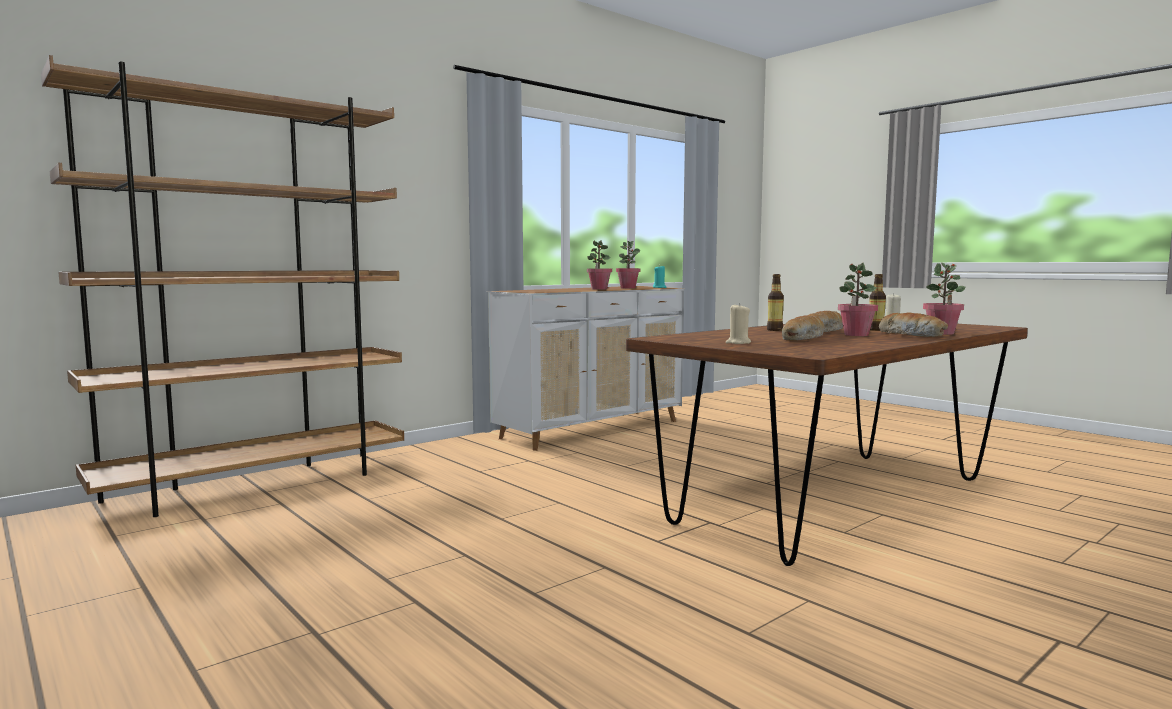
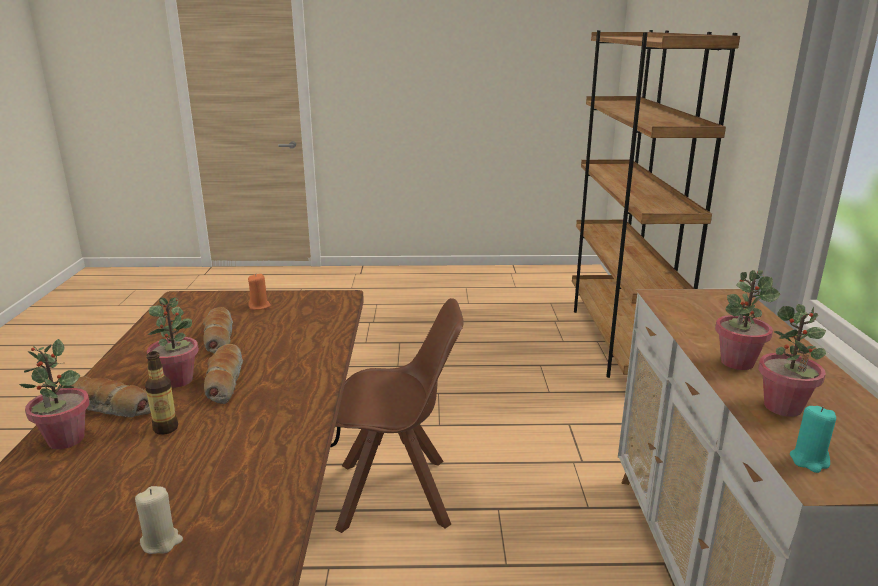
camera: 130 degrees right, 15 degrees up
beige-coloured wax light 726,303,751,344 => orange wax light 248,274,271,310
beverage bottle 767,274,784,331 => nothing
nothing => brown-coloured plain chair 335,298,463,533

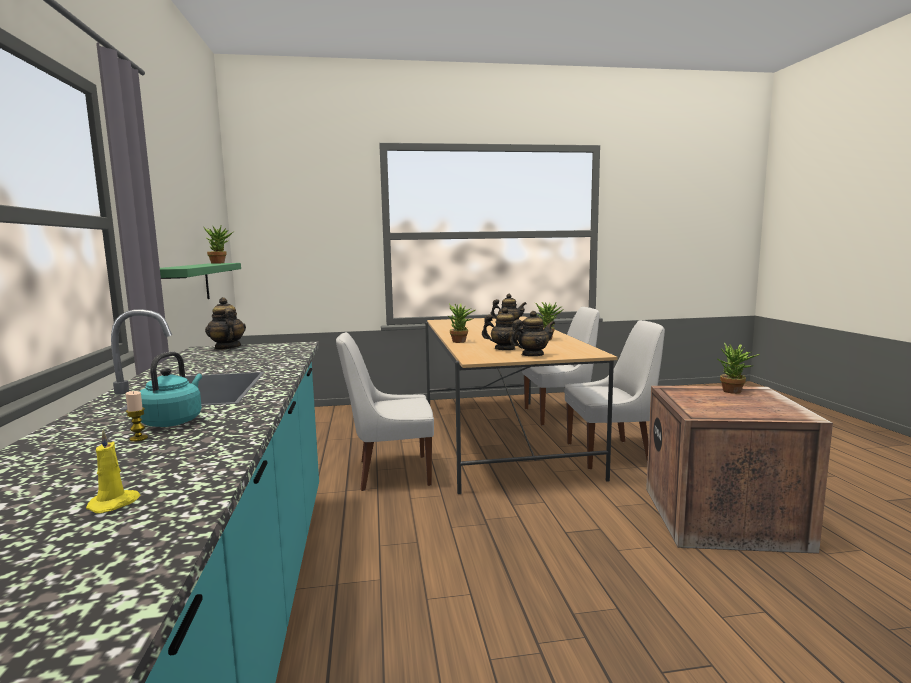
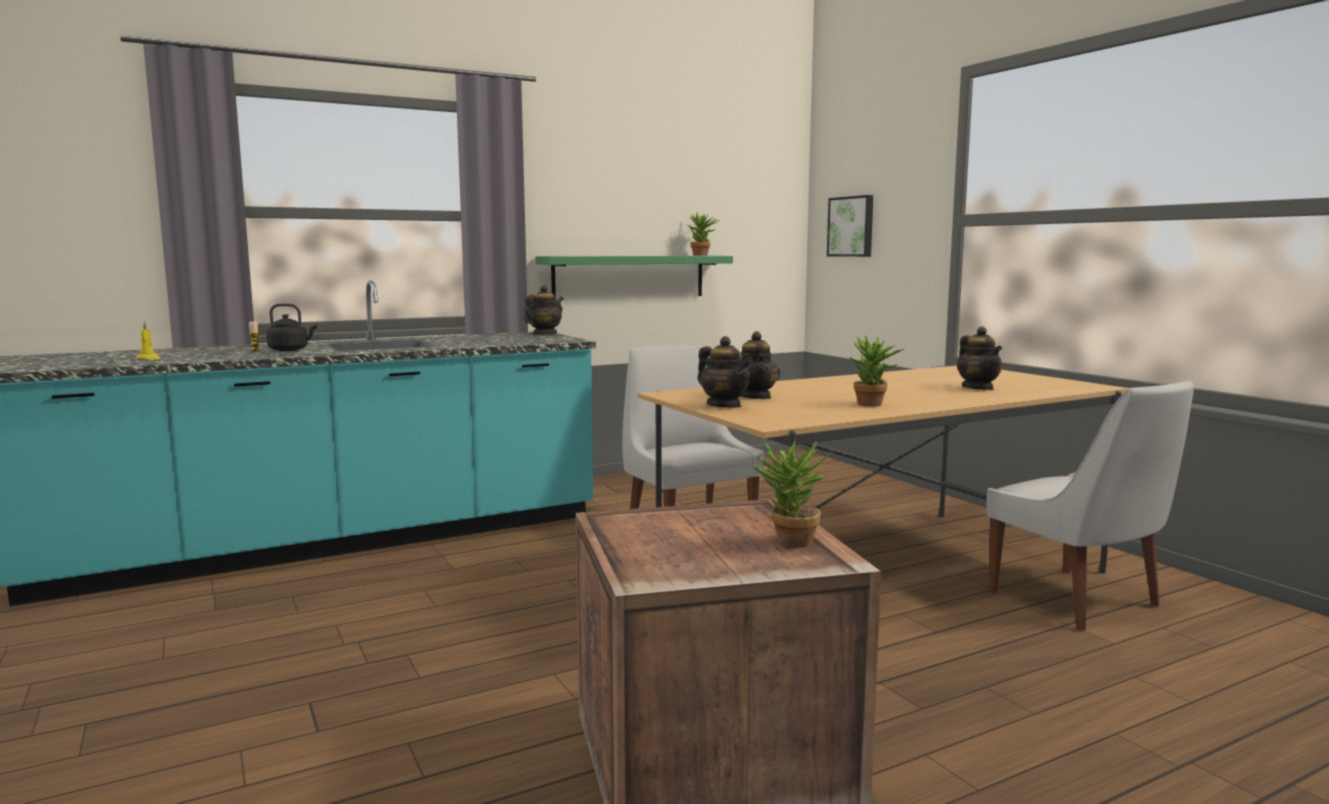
camera: 70 degrees right, 0 degrees up
turquoise-coloured tea kettle 140,351,202,427 => black-coloured tea kettle 266,303,317,351
plant in a pot 448,304,476,343 => nothing
white-coloured plain chair 565,320,665,469 => nothing
nothing => wall art 827,195,873,257

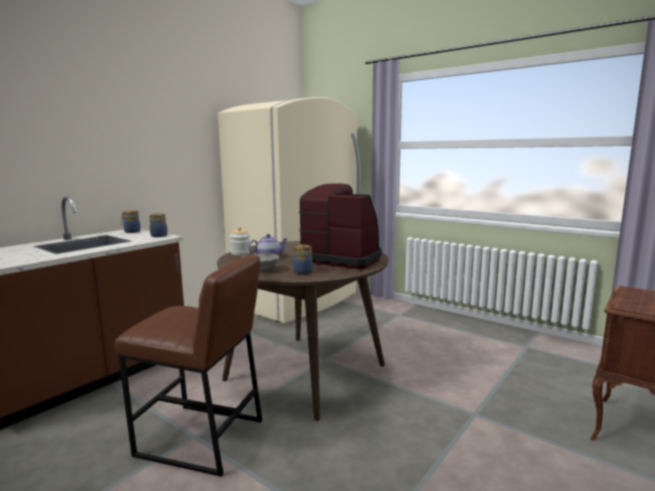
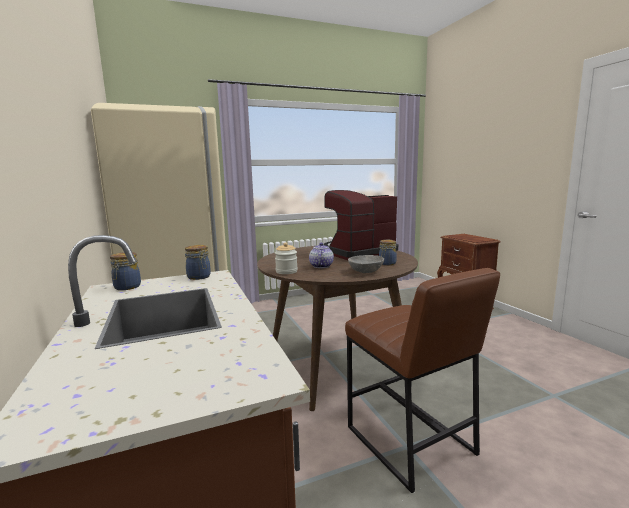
camera: 60 degrees left, 0 degrees up
brown-coloured plain chair 115,255,262,477 => brown-coloured plain chair 345,268,500,493, 105 degrees clockwise

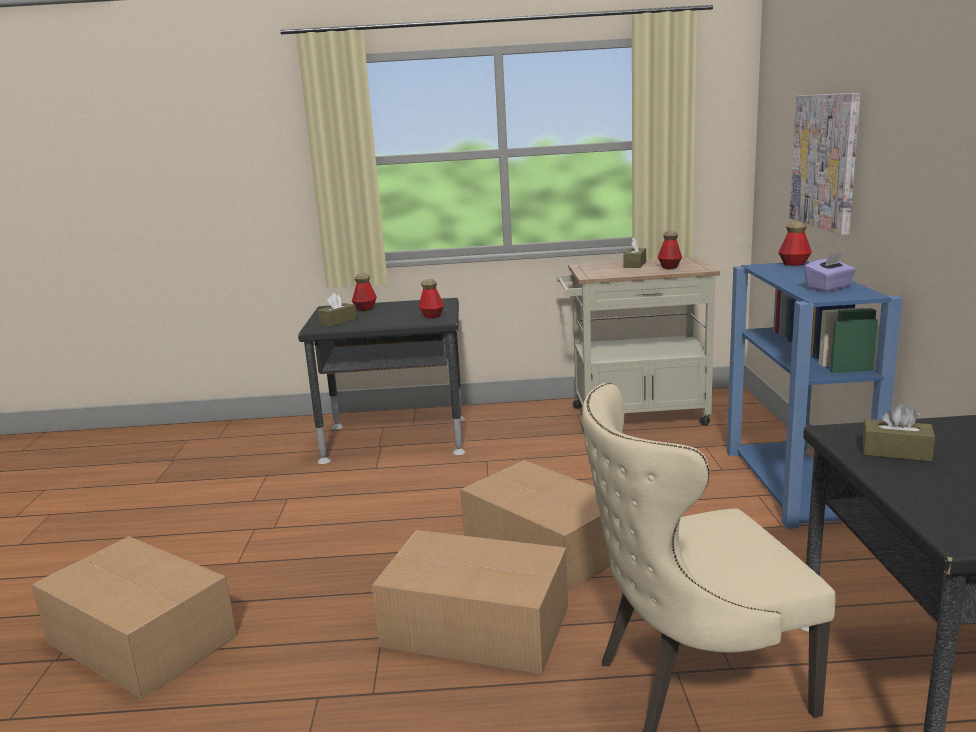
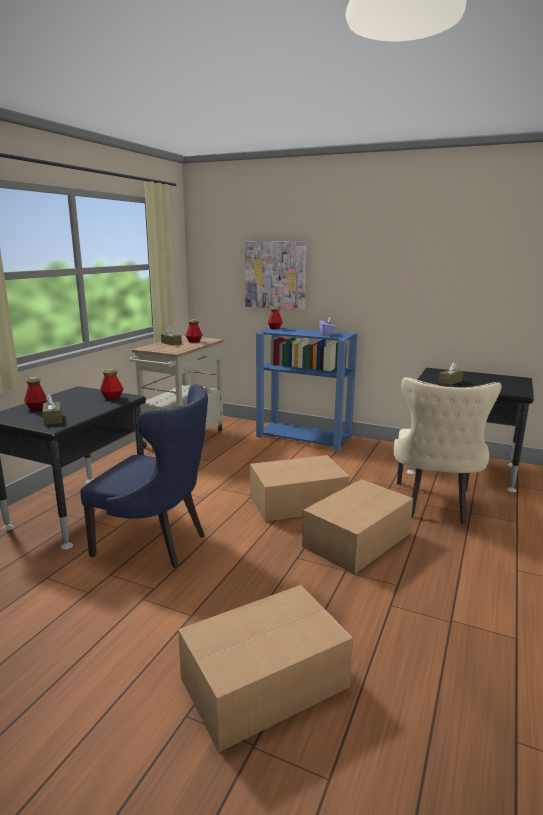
camera: 65 degrees left, 0 degrees up
nothing => blue-coloured plain chair 80,384,208,568

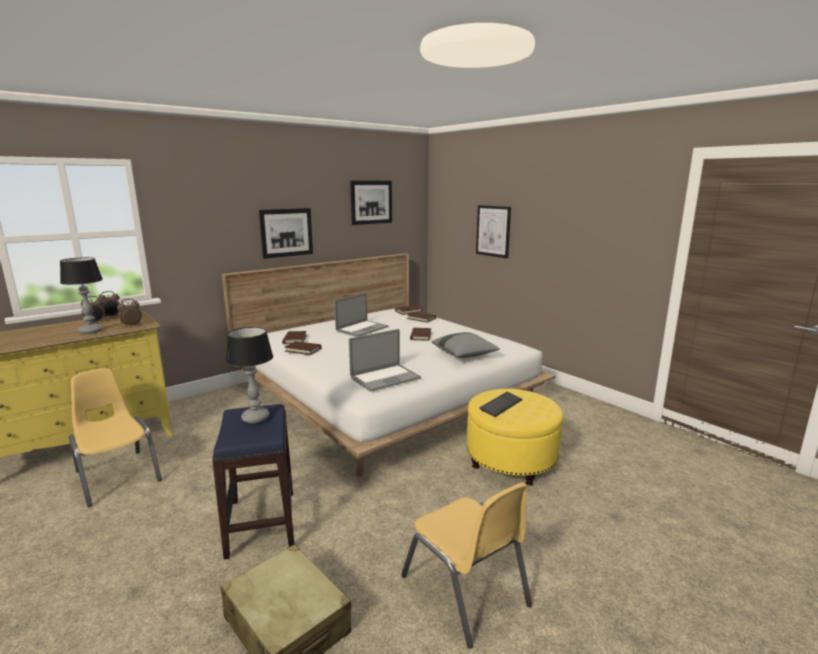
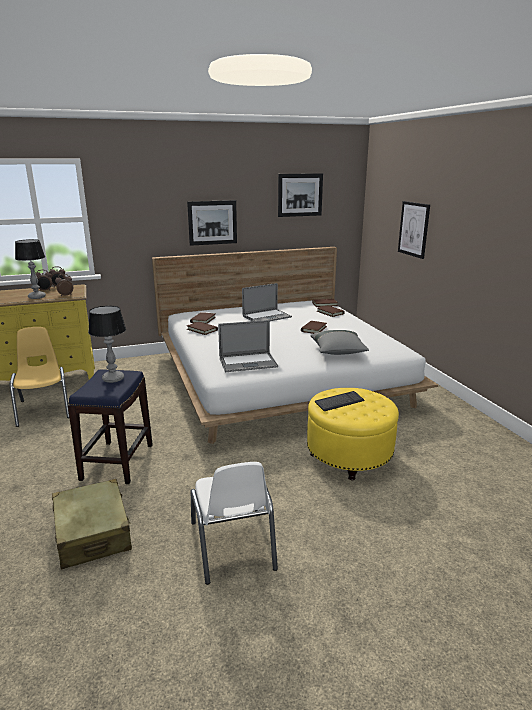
camera: 20 degrees right, 5 degrees up
yellow plain chair 401,482,532,649 => white-coloured plain chair 191,462,278,585

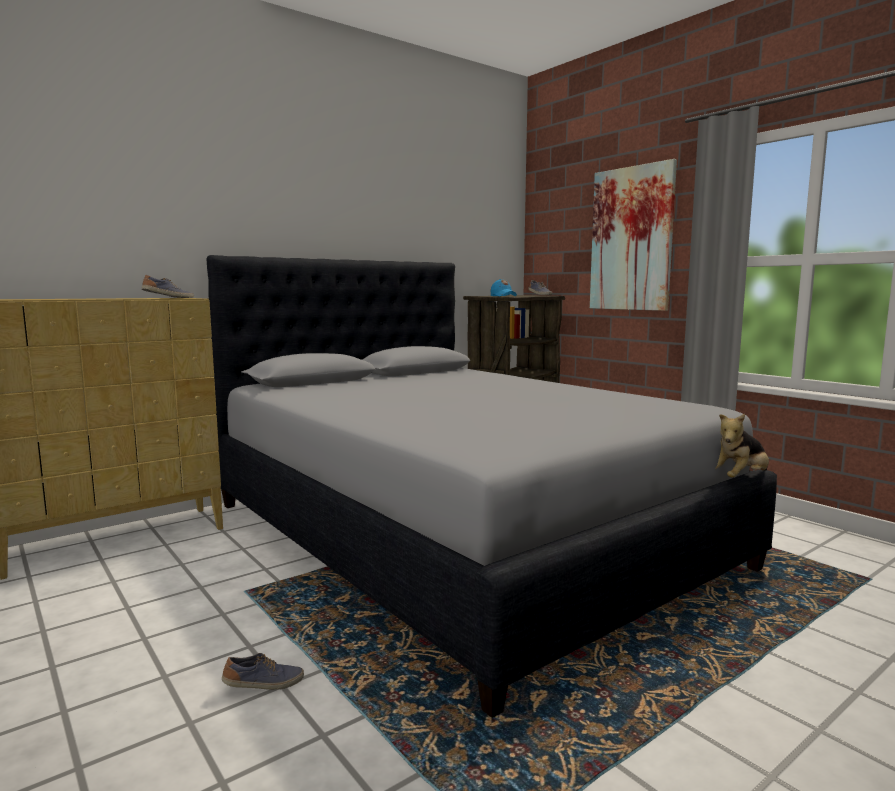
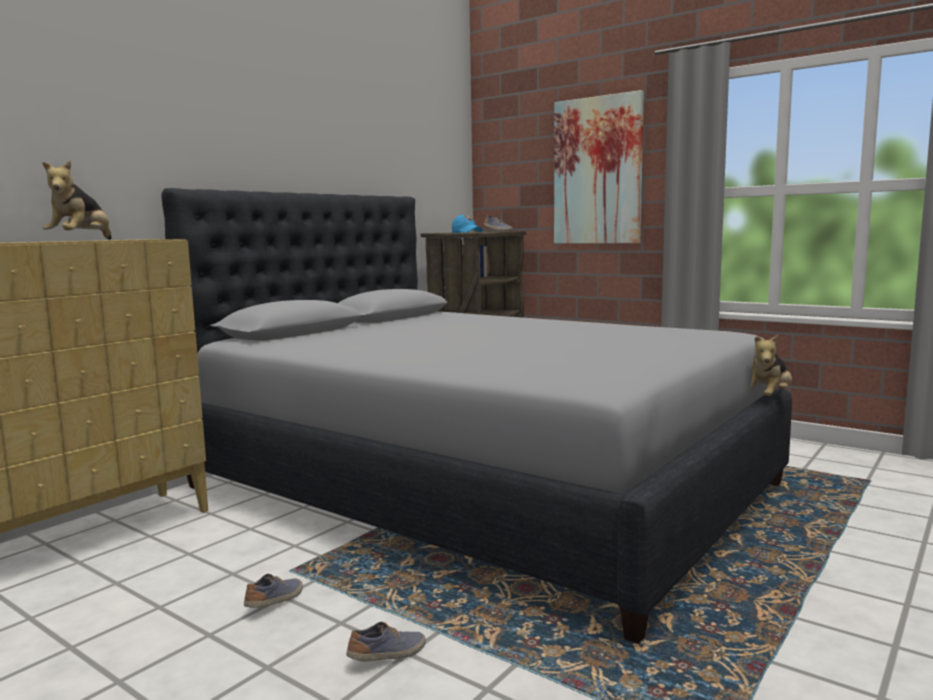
camera: 15 degrees left, 0 degrees up
low shoe 142,275,194,298 => low shoe 244,574,303,608, shifted
nothing => soft toy 43,161,111,240

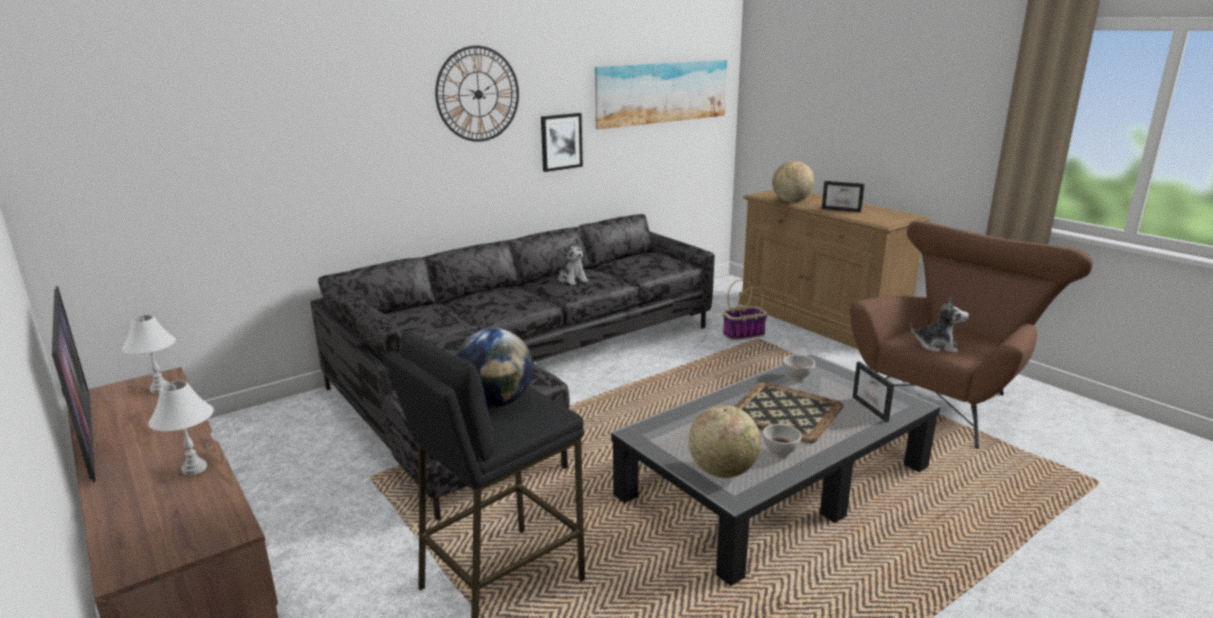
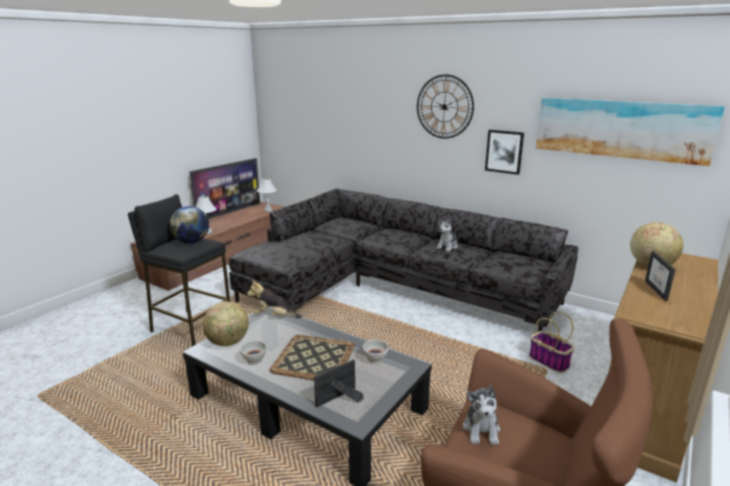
camera: 70 degrees right, 0 degrees up
nothing => soft toy 247,280,302,318

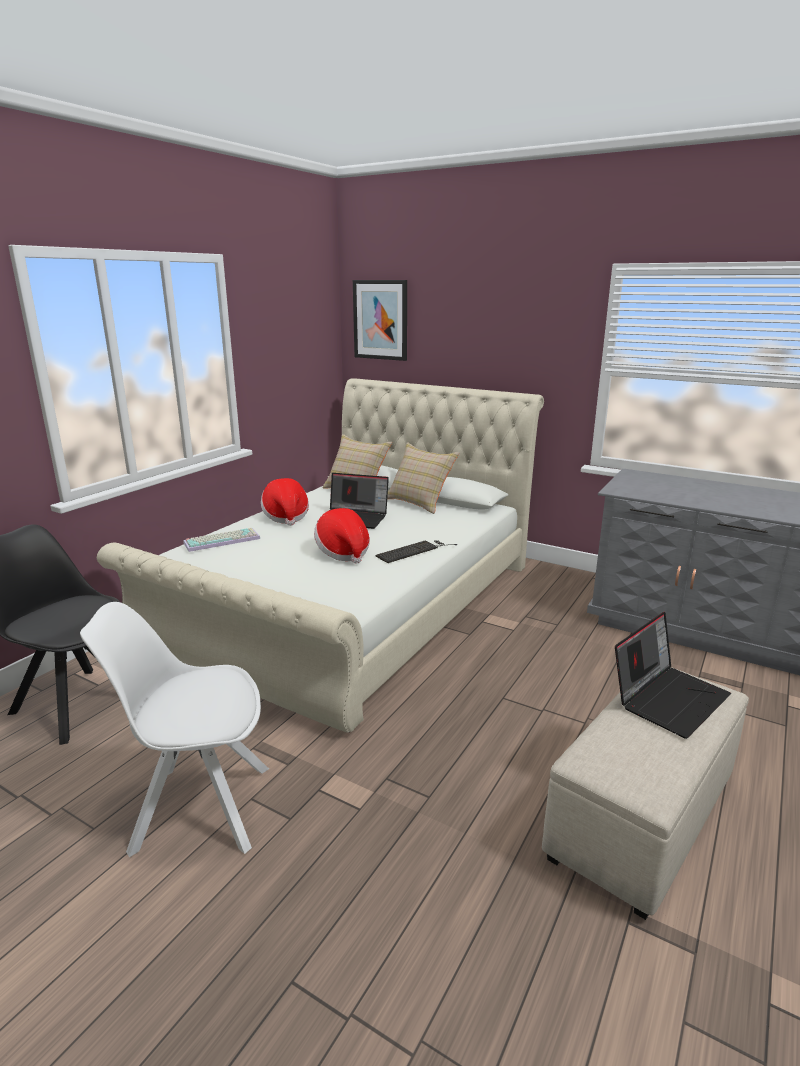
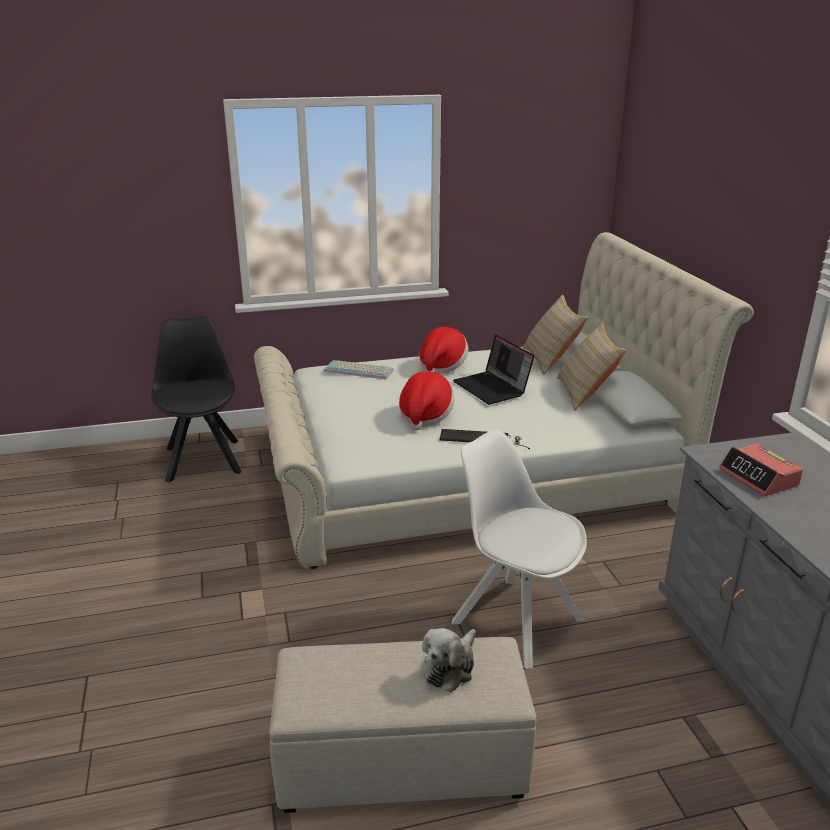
camera: 45 degrees right, 5 degrees up
white-coloured plain chair 80,602,269,857 => white-coloured plain chair 452,431,587,669, shifted
wall art 353,280,407,361 => nothing
laptop 615,612,731,739 => soft toy 422,628,476,692
nothing => bedside clock 719,444,803,496

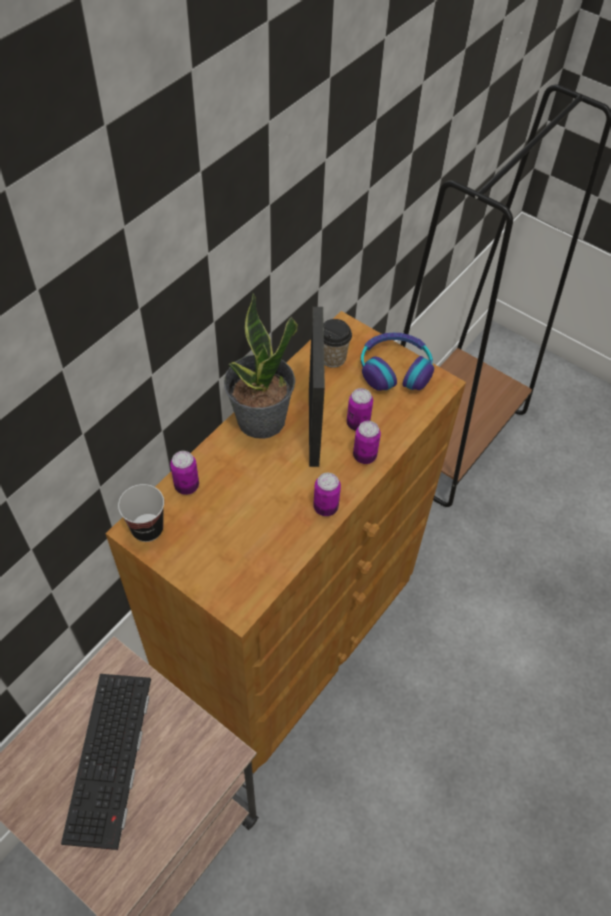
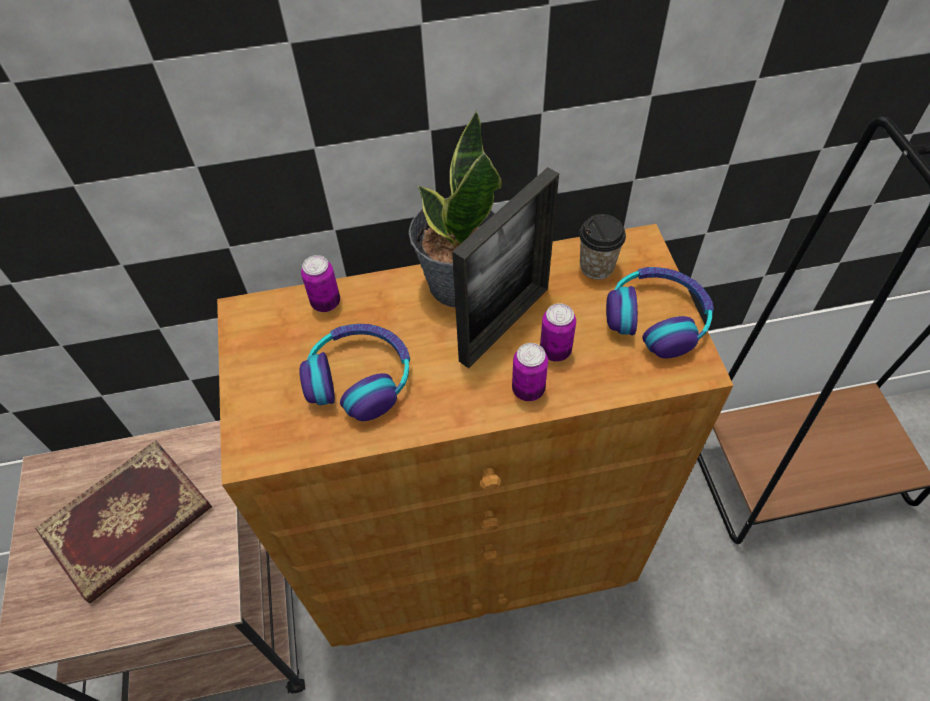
camera: 45 degrees right, 0 degrees up
PC keyboard 61,674,151,850 => book 35,440,212,603
drinking cup 118,484,164,542 => nothing
can 313,473,341,516 => nothing
nothing => pair of headphones 299,324,410,421

